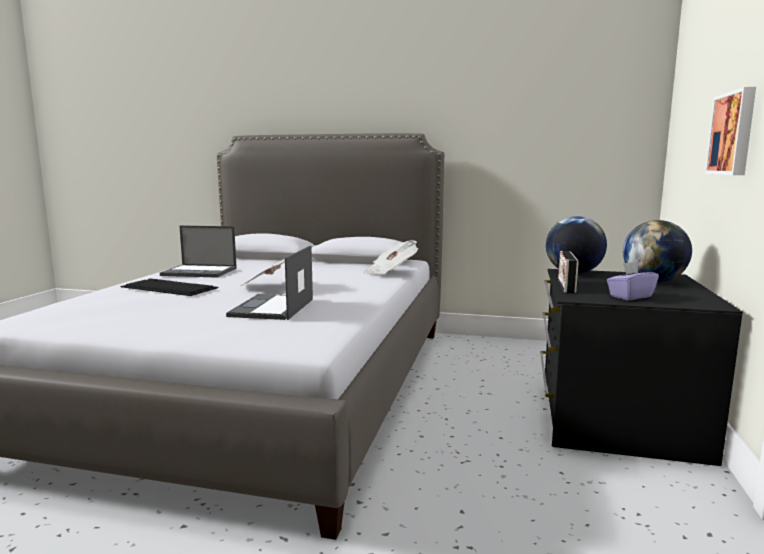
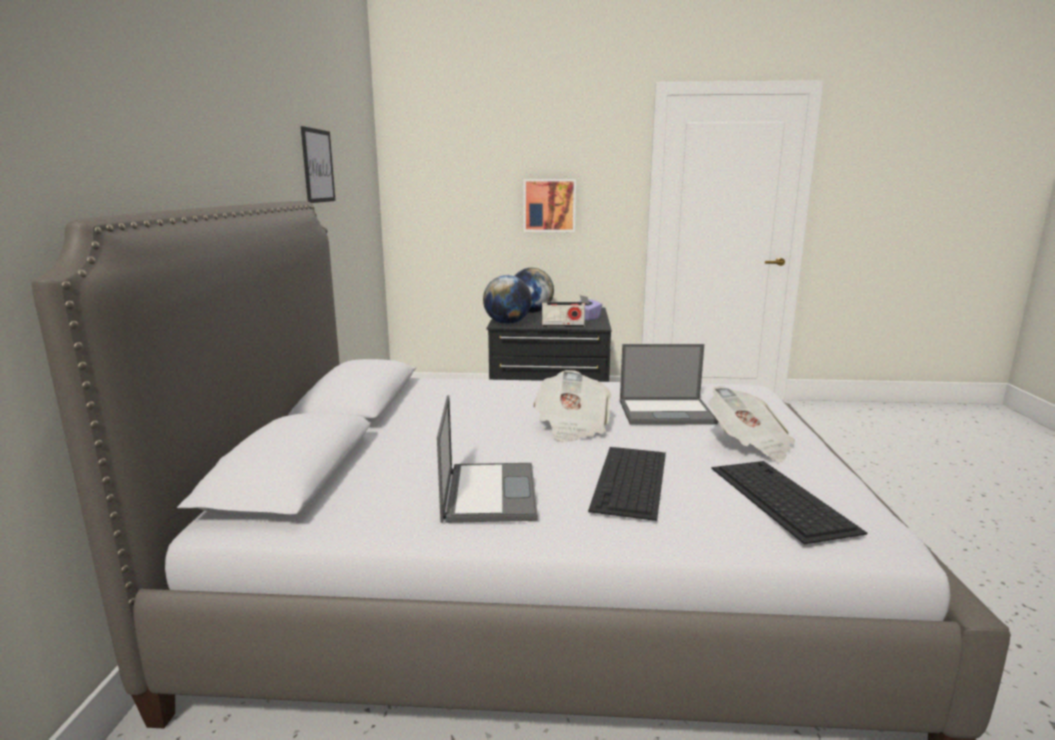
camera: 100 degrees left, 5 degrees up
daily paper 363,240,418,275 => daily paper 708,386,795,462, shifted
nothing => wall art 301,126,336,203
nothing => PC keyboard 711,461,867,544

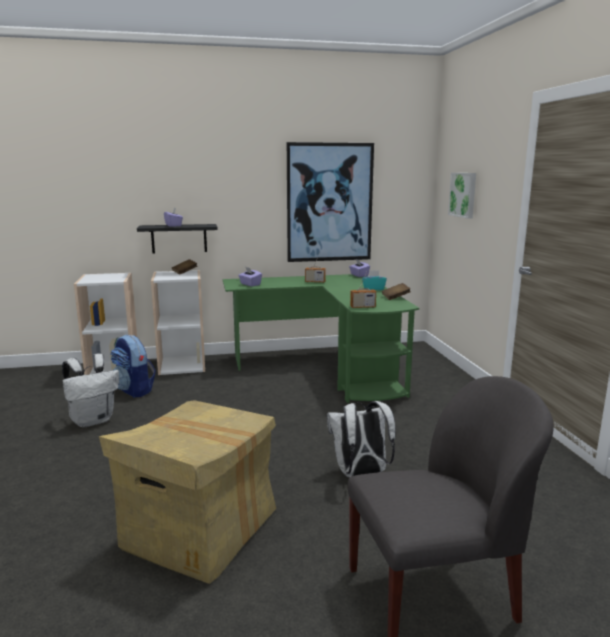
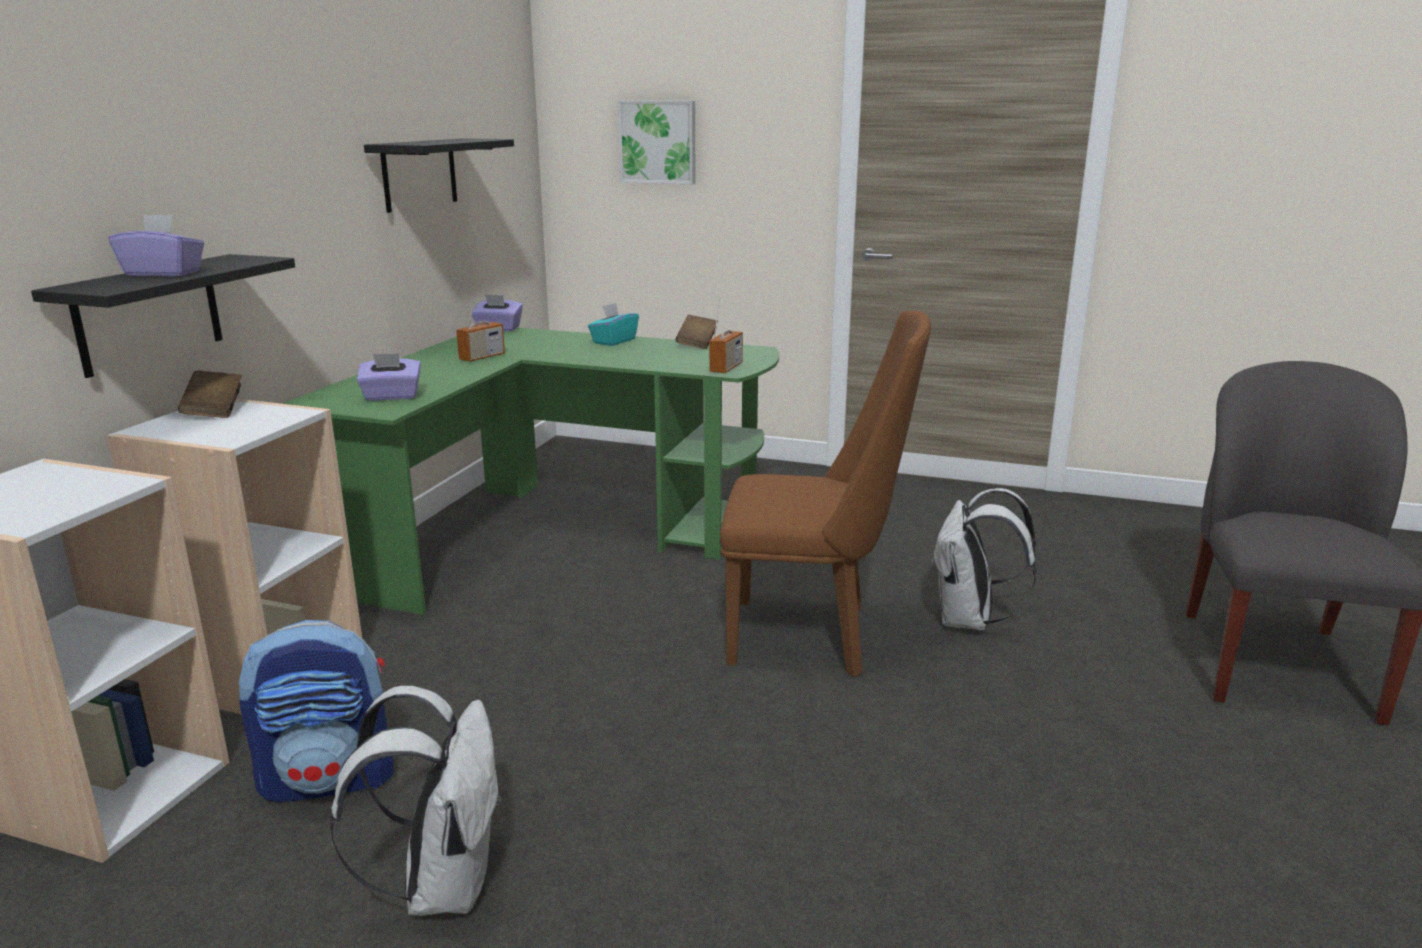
camera: 60 degrees left, 5 degrees up
packing box 99,400,276,584 => nothing
wall art 287,142,374,262 => black-coloured wall shelf 364,138,514,213
nothing => brown-coloured plain chair 720,311,931,677

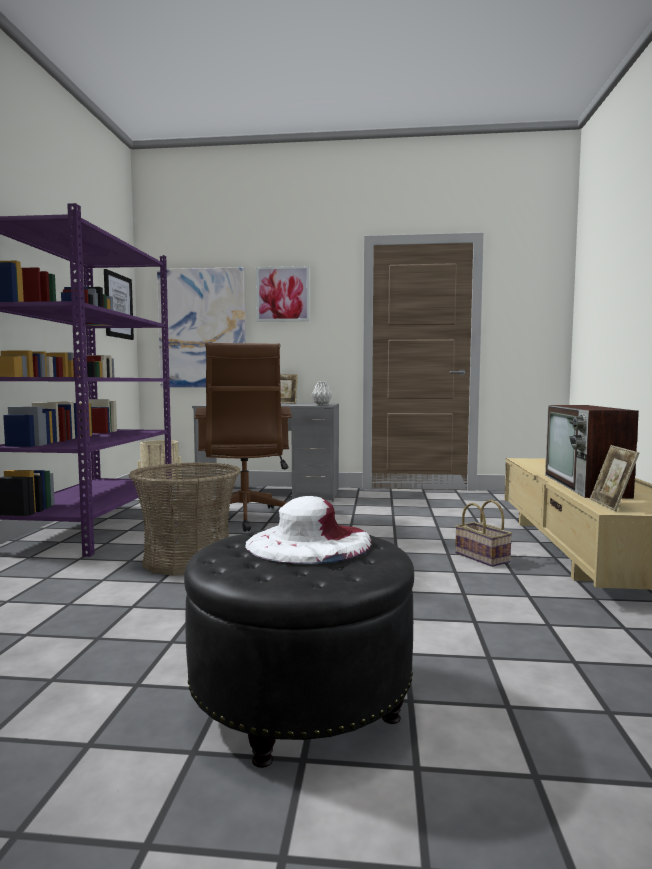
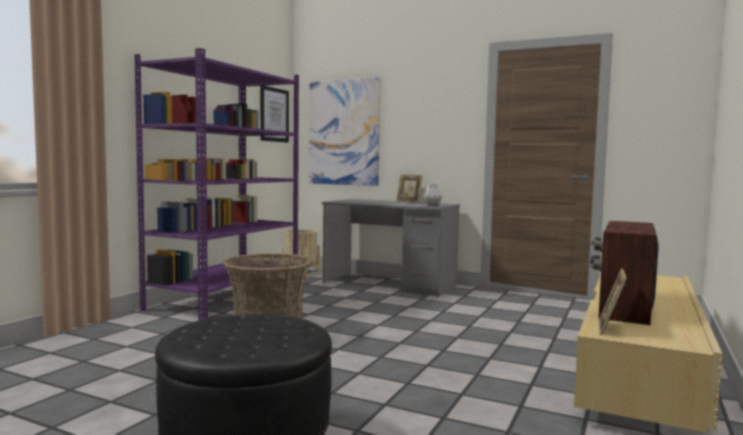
camera: 20 degrees right, 0 degrees up
brown-coloured computer chair 193,343,292,532 => nothing
white-coloured clothing hat 245,496,372,564 => nothing
wall art 256,266,310,322 => nothing
storage basket 455,500,512,567 => nothing

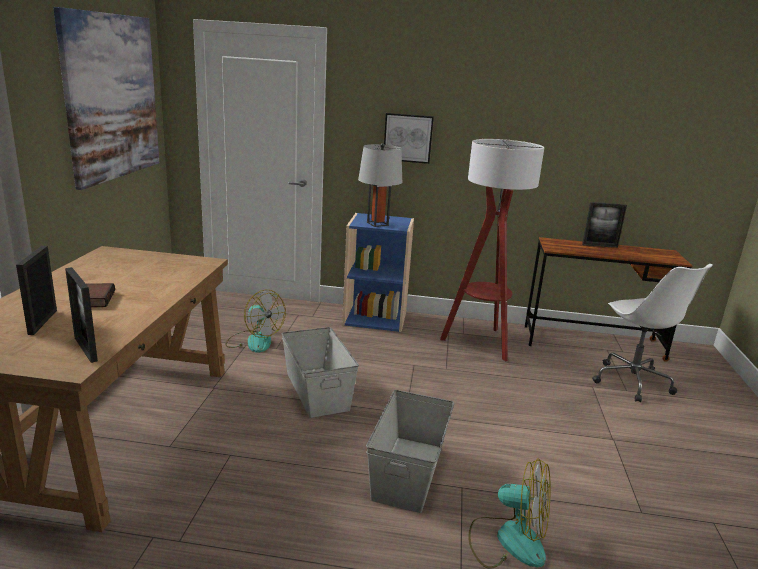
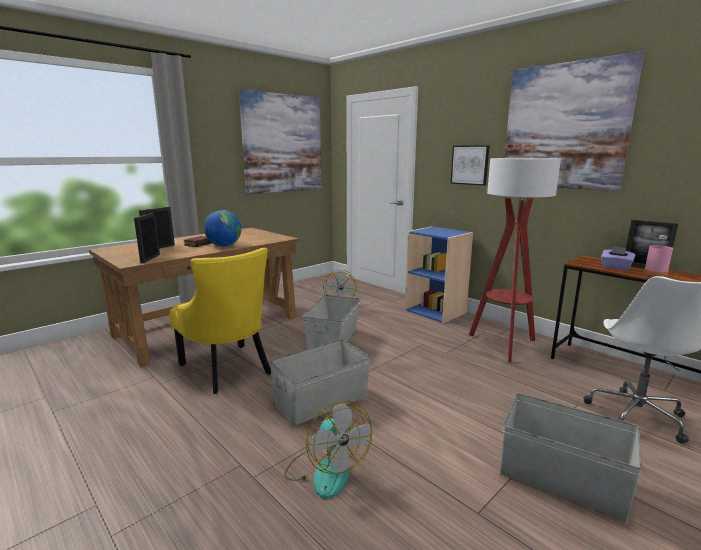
camera: 40 degrees right, 5 degrees down
grey tabletop lamp 358,143,402,227 => nothing
nothing => yellow plain chair 169,248,271,394
nothing => globe 204,210,241,247
nothing => grey storage container 500,393,642,521
nothing => wall art 505,51,644,191
nothing => purplish tissue box 601,246,636,270
nothing => pink-coloured beverage bottle 644,235,673,276

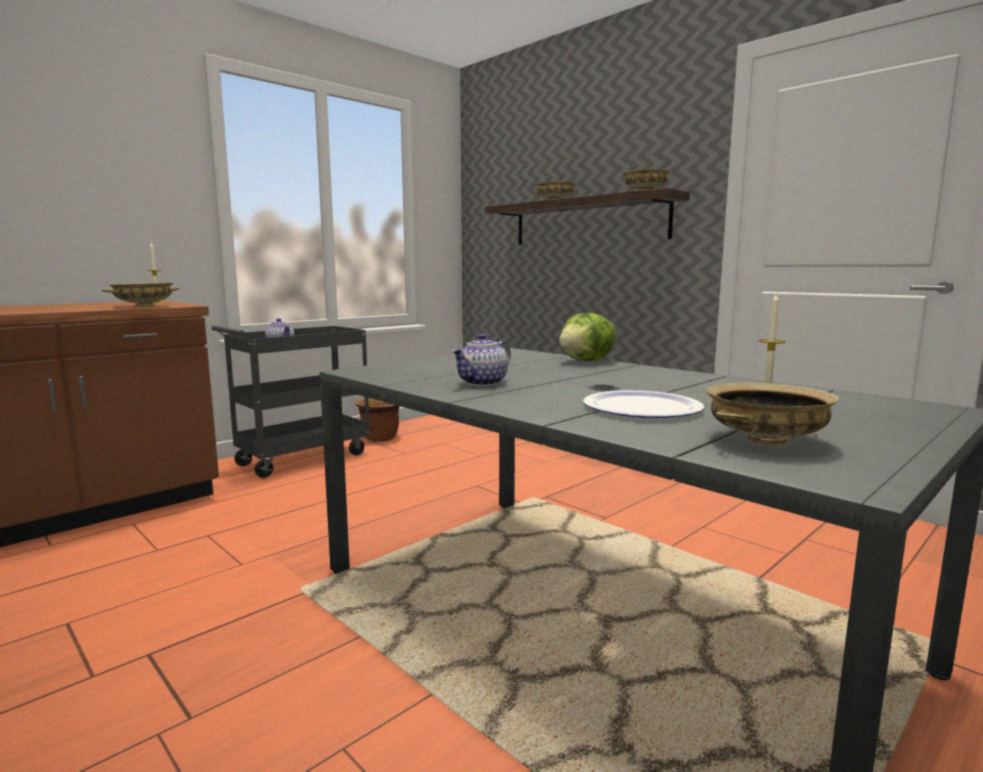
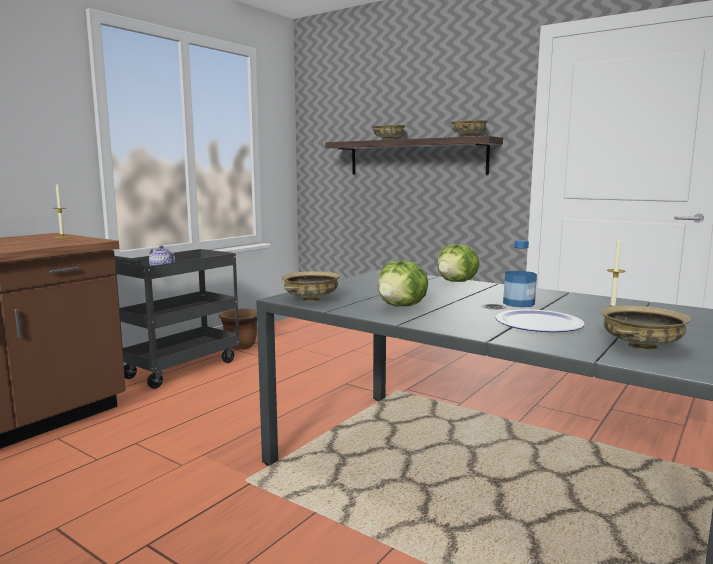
camera: 10 degrees left, 0 degrees up
beige-coloured deep dish 102,283,180,307 => beige-coloured deep dish 281,271,340,301, shifted
teapot 452,334,511,386 => lettuce 378,260,428,306
nothing => beverage bottle 503,240,537,307

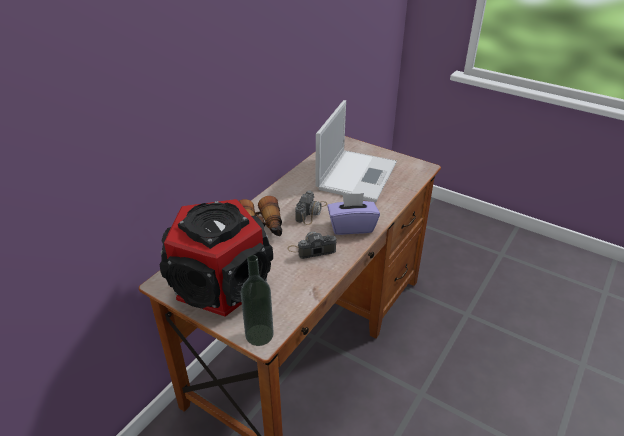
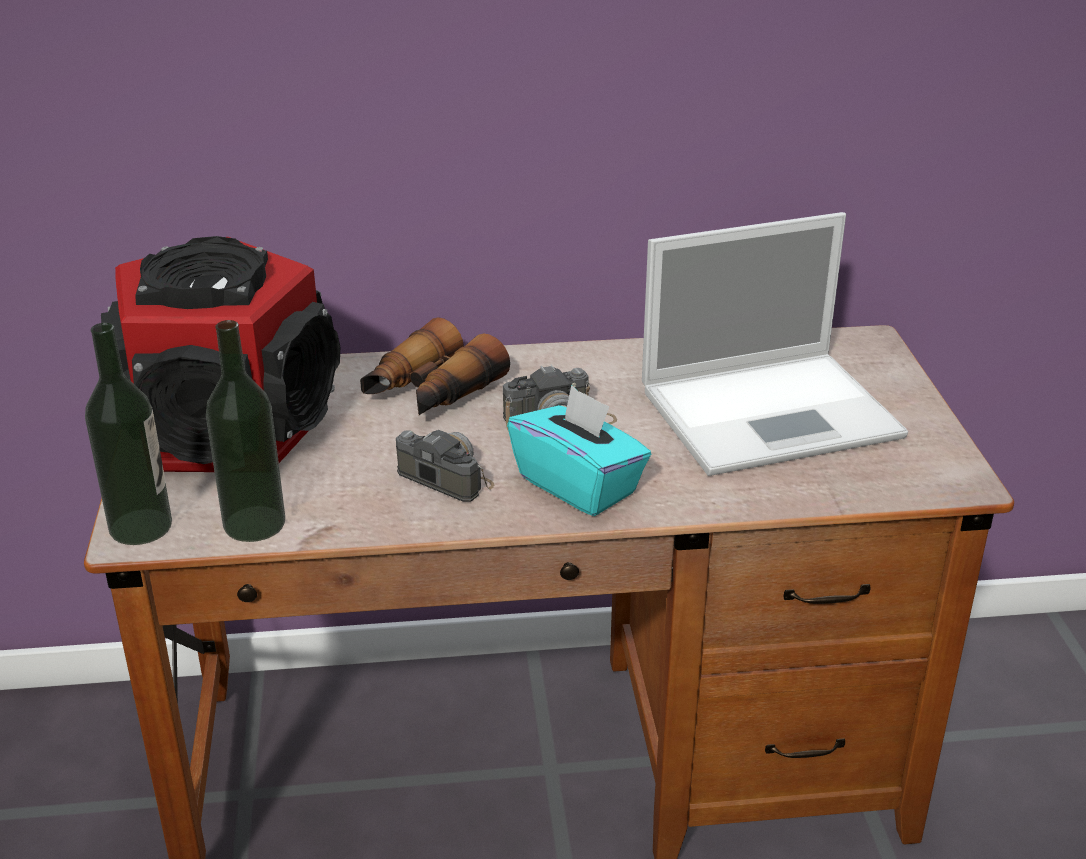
camera: 50 degrees right, 5 degrees down
purplish tissue box 327,193,380,235 => turquoise-coloured tissue box 507,385,651,516
nothing => beverage bottle 206,320,285,542

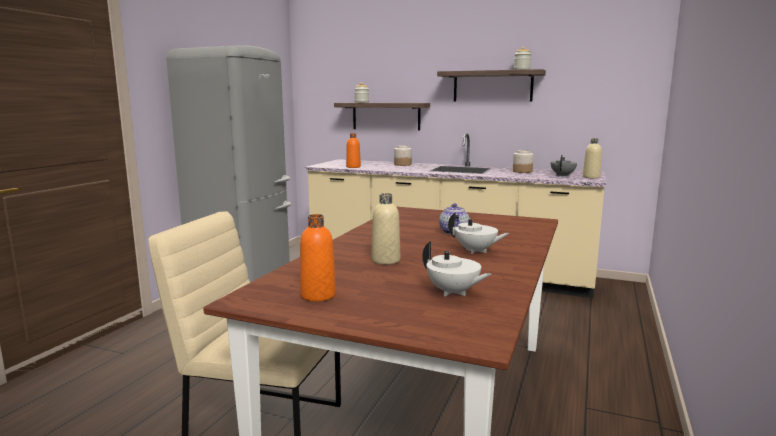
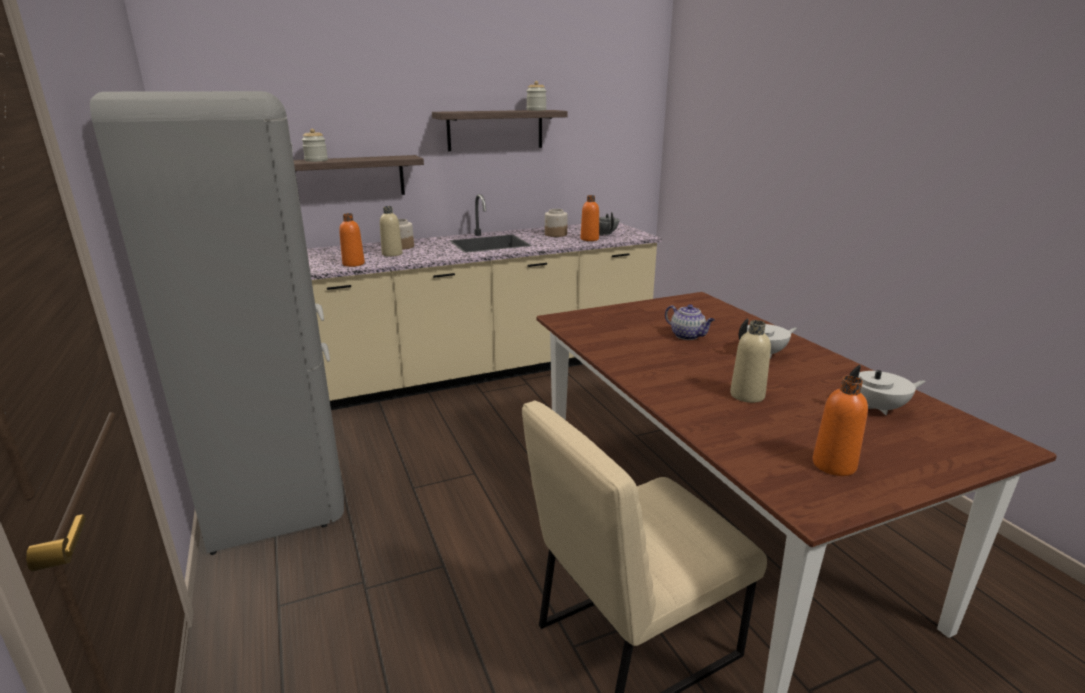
camera: 45 degrees left, 10 degrees up
beige-coloured beverage bottle 583,138,602,178 => beige-coloured beverage bottle 380,206,403,257, shifted
nothing => orange beverage bottle 581,195,599,241

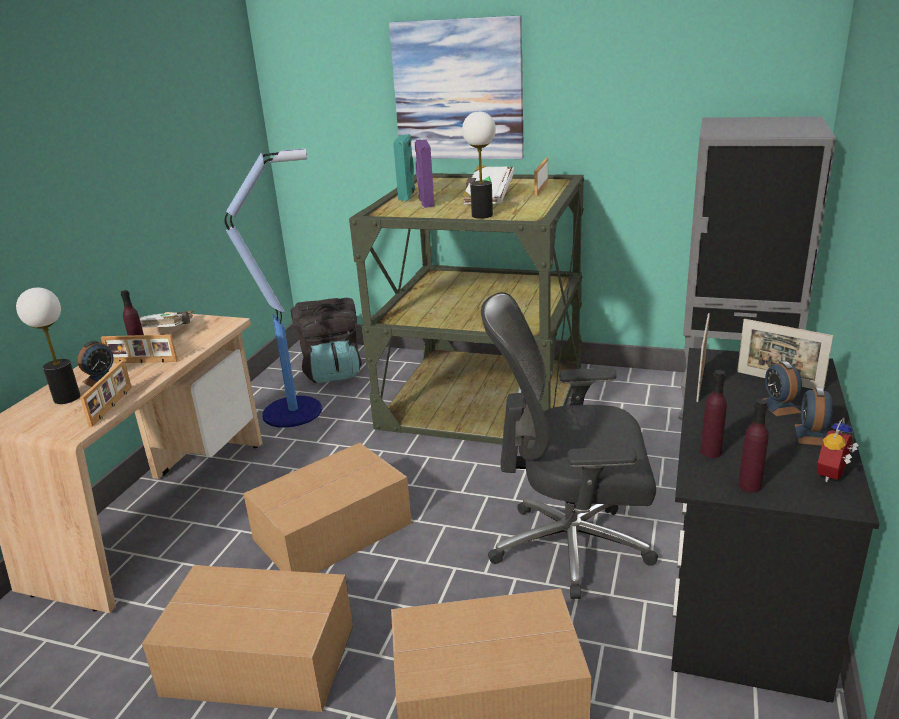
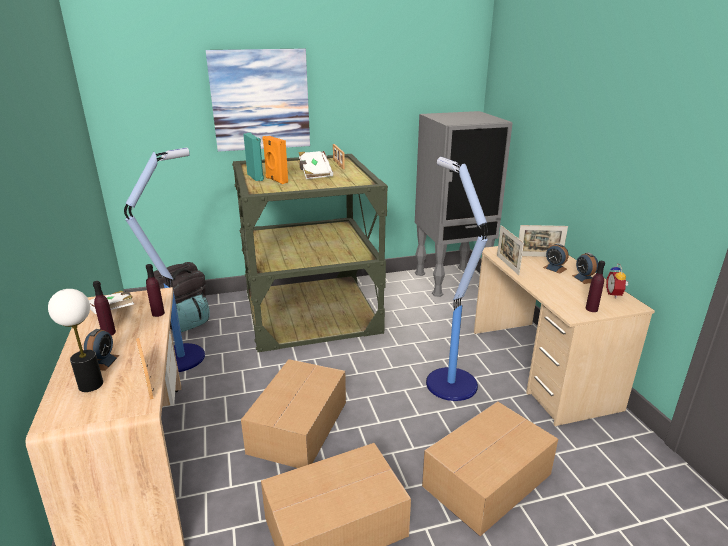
camera: 35 degrees left, 0 degrees up
photo frame 101,334,178,363 => nothing
purplish loudspeaker 415,140,434,208 => orange loudspeaker 262,136,288,184
tabletop lamp 462,111,496,219 => nothing
computer chair 481,292,658,599 => standard lamp 426,157,488,401
black-coloured desk 671,348,879,703 => beige-coloured desk 474,246,655,426
purplish beverage bottle 701,370,727,458 => purplish beverage bottle 146,264,165,317, shifted

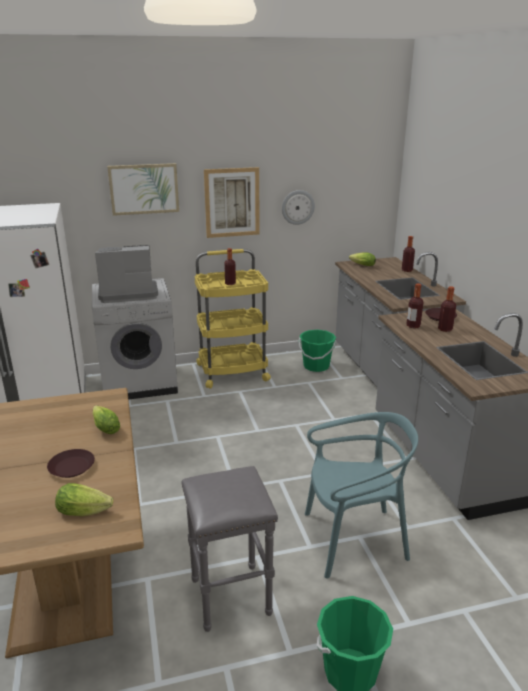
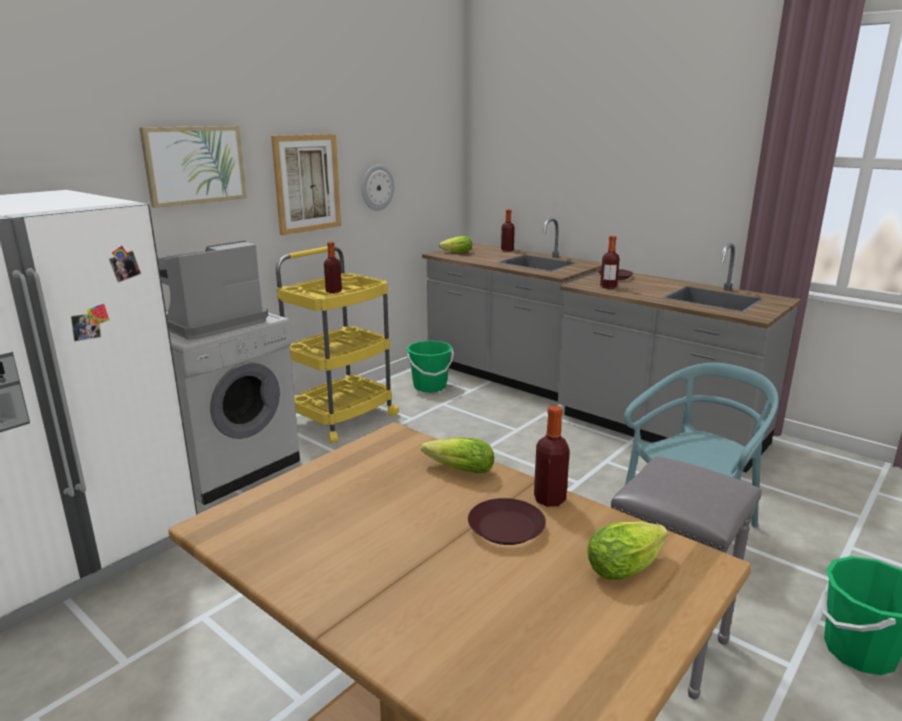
camera: 35 degrees left, 5 degrees down
beverage bottle 438,286,456,332 => beverage bottle 534,406,570,507, shifted

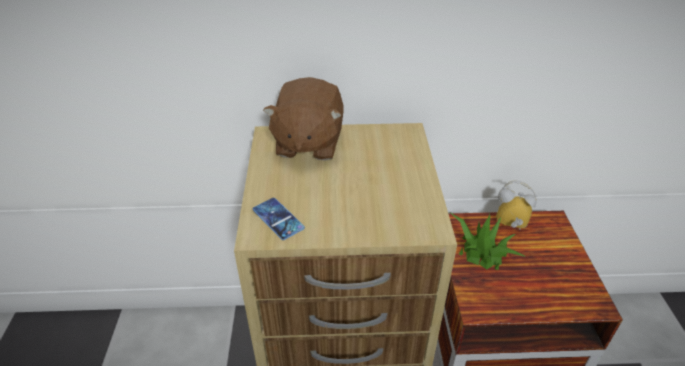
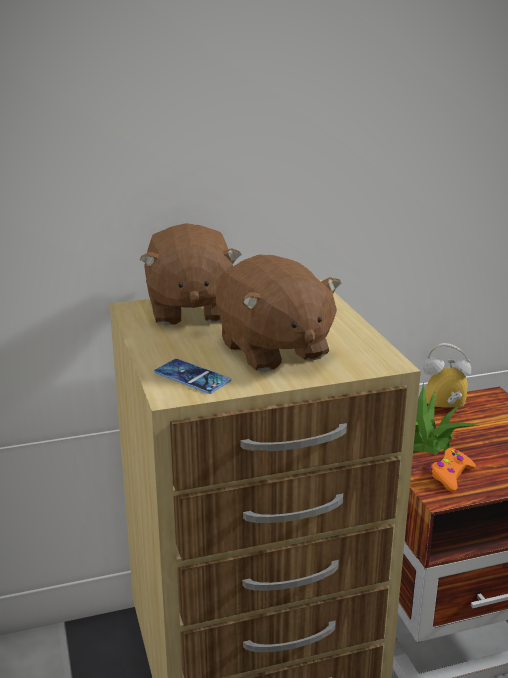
camera: 15 degrees left, 15 degrees down
nothing => brown-coloured soft toy 216,255,341,372
nothing => orange game controller 430,448,476,492

